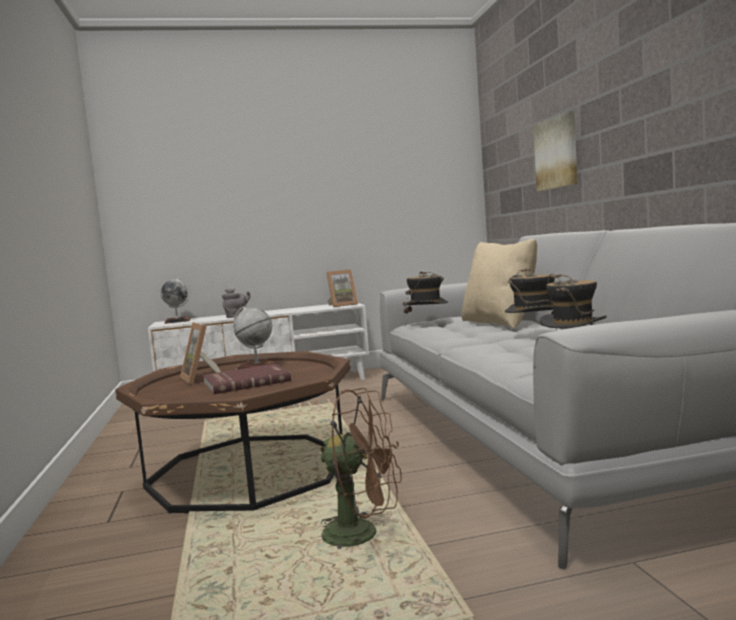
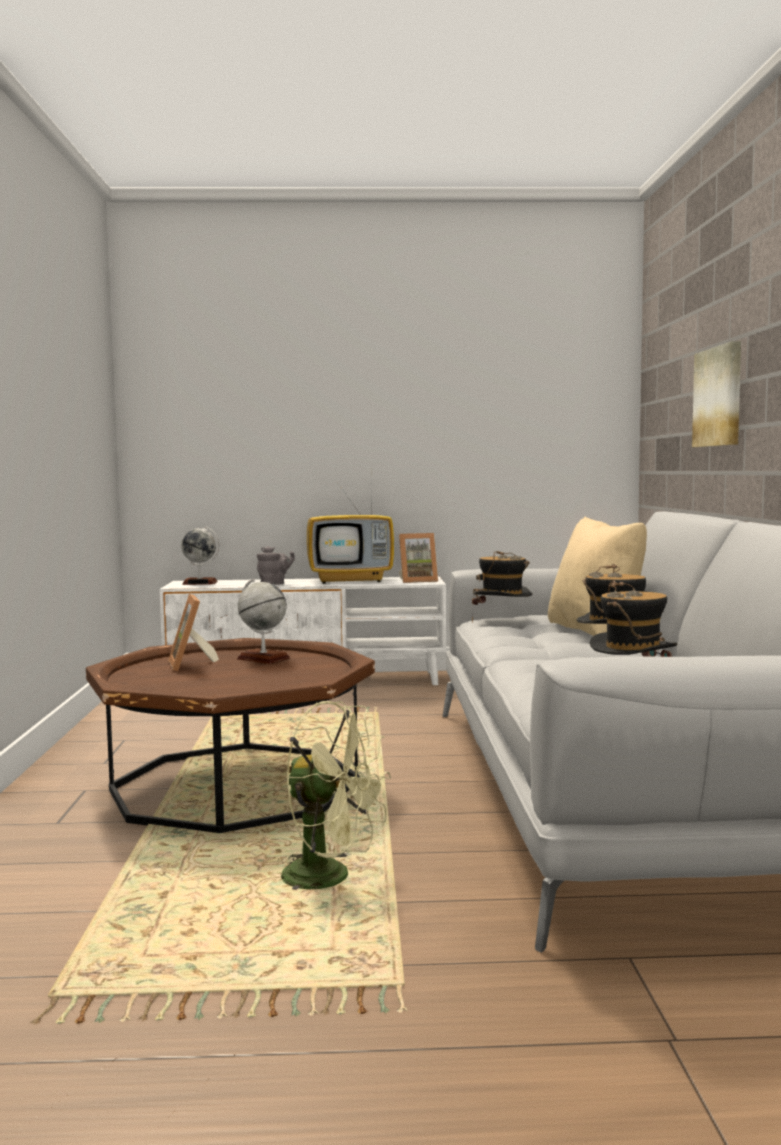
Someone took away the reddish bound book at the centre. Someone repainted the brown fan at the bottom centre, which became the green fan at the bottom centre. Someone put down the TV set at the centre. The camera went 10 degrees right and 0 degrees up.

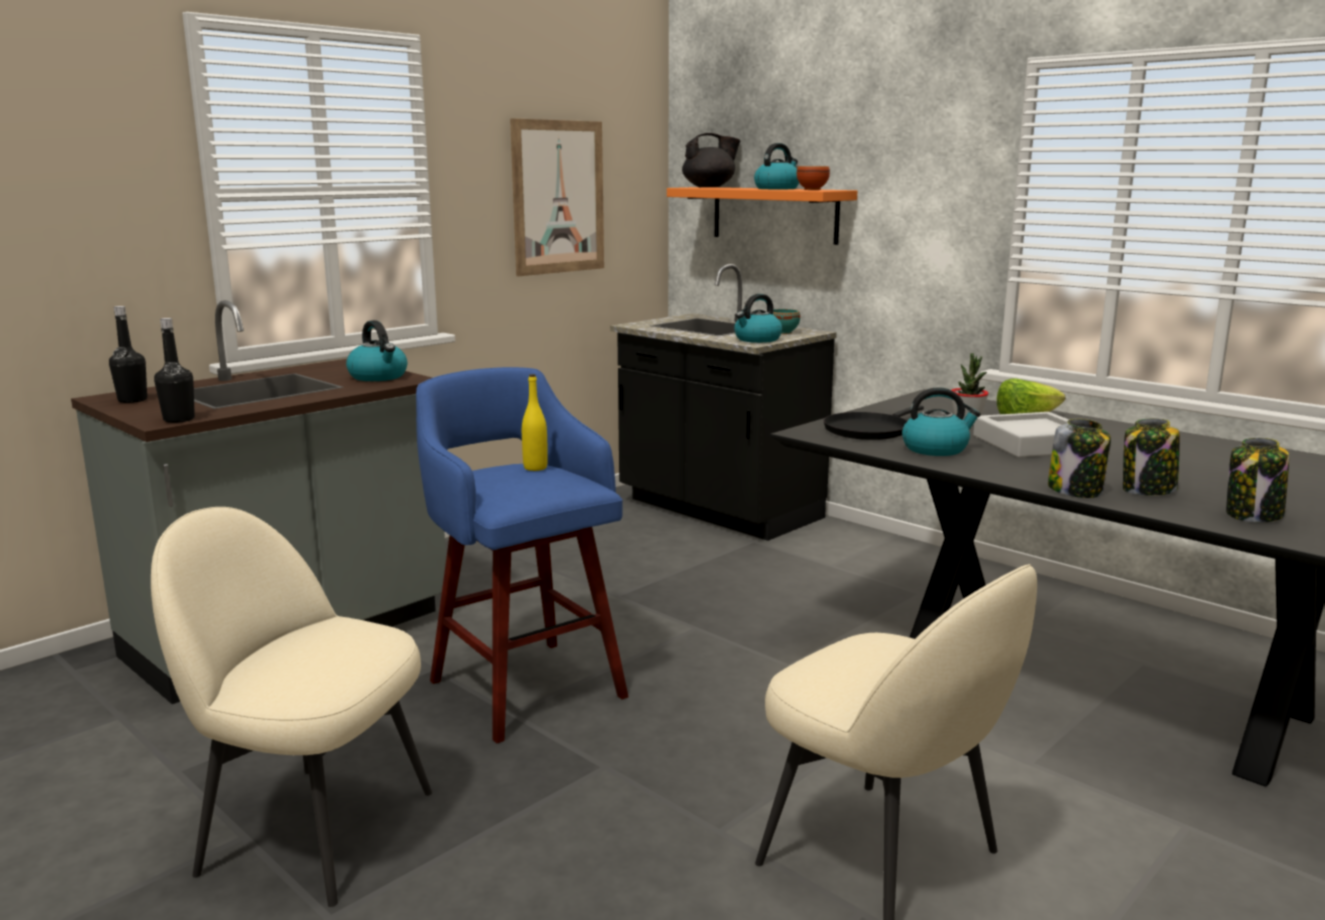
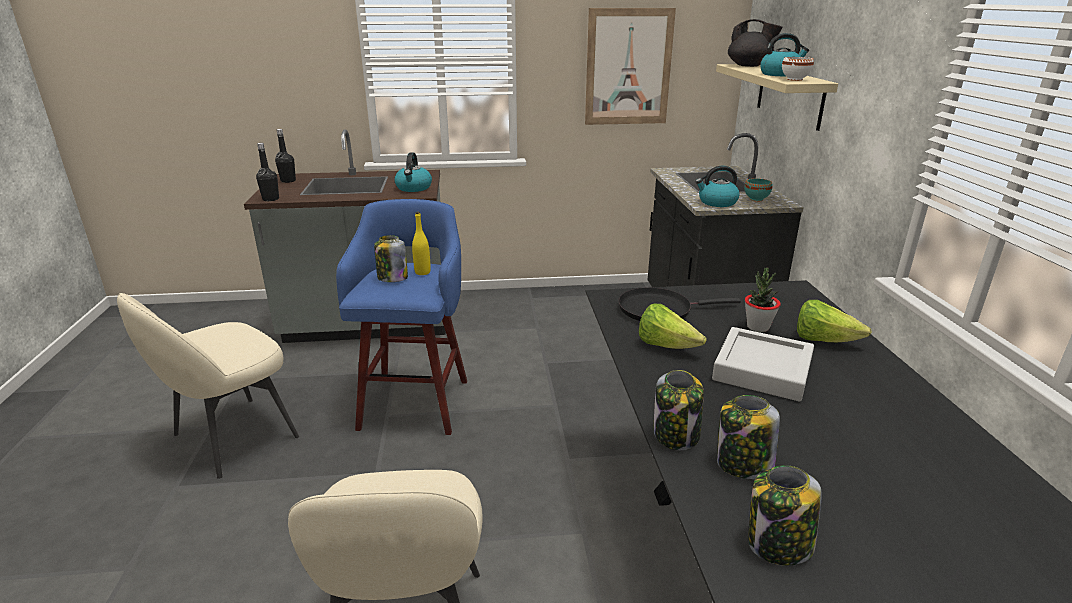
Someone repainted the brown serving bowl at the top centre, which became the white-coloured serving bowl at the top right. Someone repainted the orange-coloured shelf at the top centre, which became the sand-coloured shelf at the top right. Someone swapped the tea kettle (4th from left) at the middle right for the head of lettuce (1st from left) at the centre. Someone rotated the sand-coloured upright chair (1st from left) at the bottom left by 105 degrees counterclockwise. Someone put down the preserve jar (1st from left) at the centre. The camera went 40 degrees right and 10 degrees up.

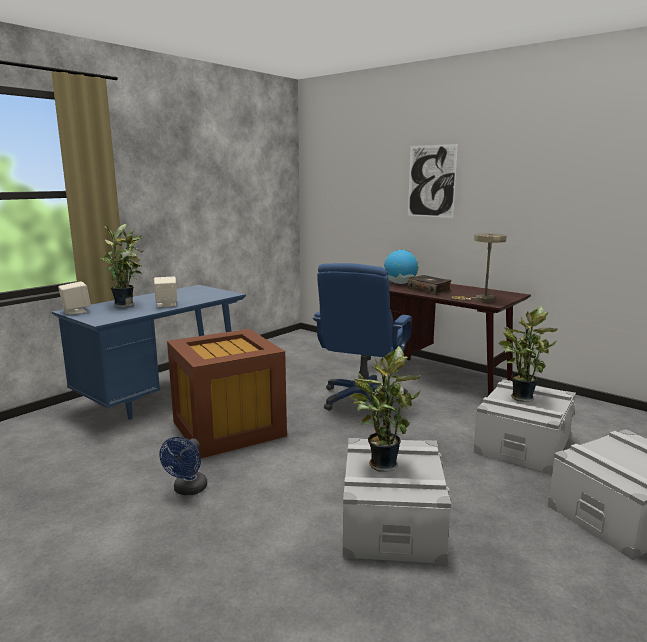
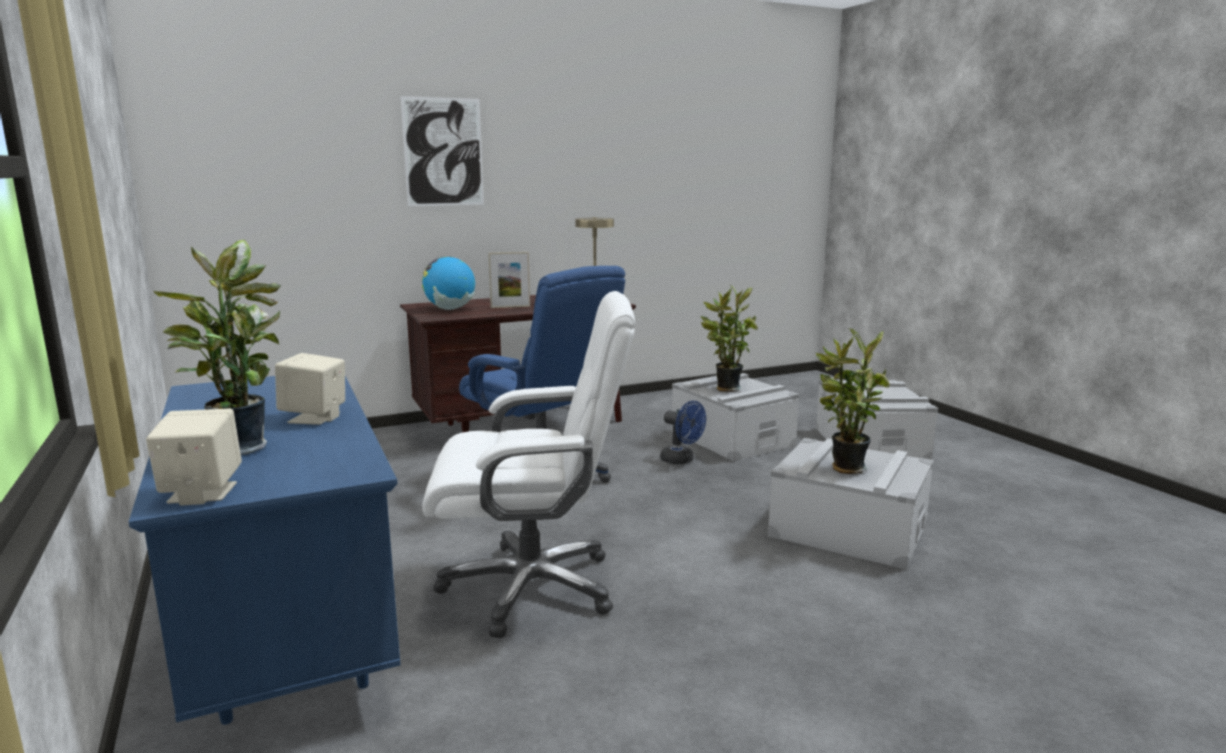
Someone swapped the bound book at the centre for the photo frame at the centre. Someone swapped the brown storage box at the centre for the white-coloured office chair at the centre. Someone carried the bluish fan from the bottom left to the centre. The camera went 65 degrees left and 0 degrees up.

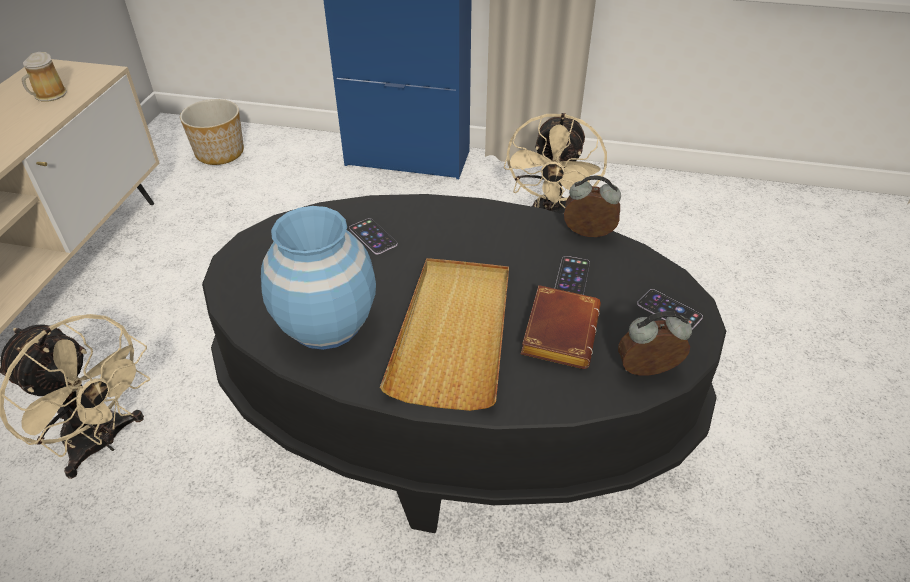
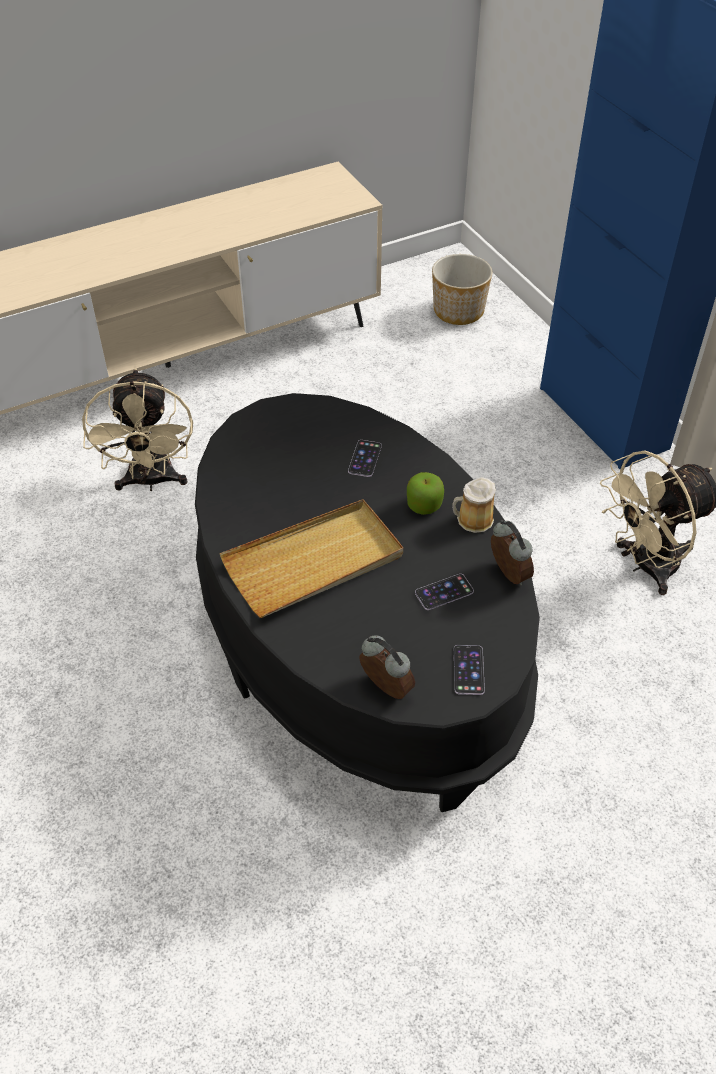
Someone carried the coffee mug from the top left to the centre. Someone took away the bluish vase at the centre. Someone took away the brown bound book at the centre. Someone put down the whole apple at the centre. The camera went 50 degrees right and 5 degrees up.

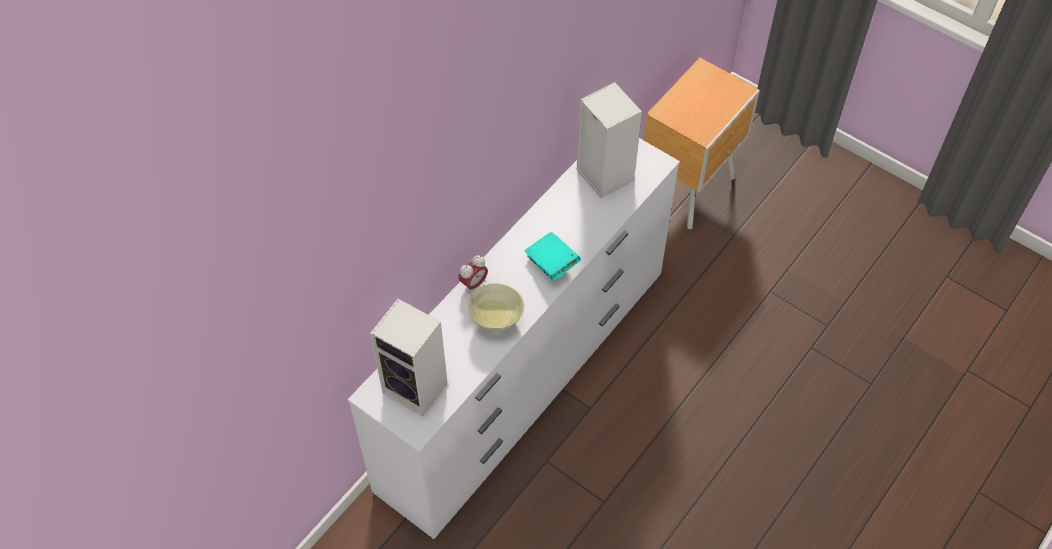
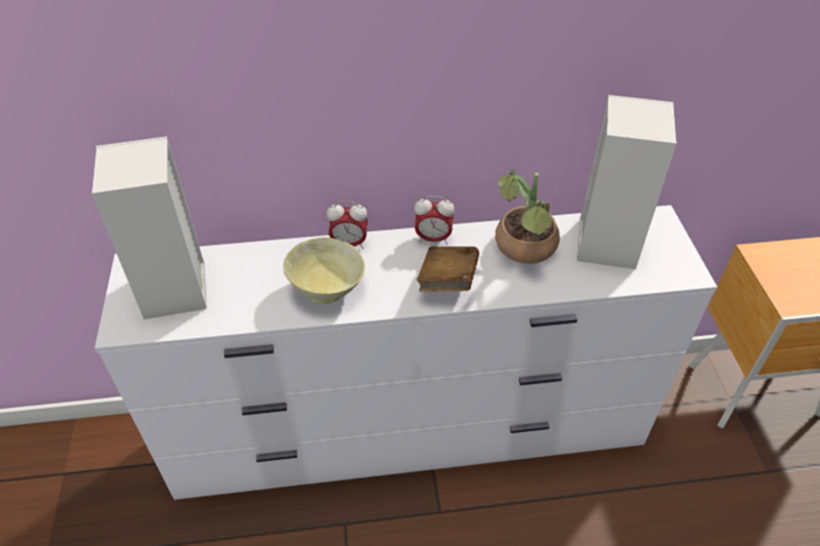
Someone repainted the turquoise bound book at the centre, which became the brown bound book at the centre. Someone put down the potted plant at the centre. Someone put down the table clock (2nd from left) at the centre. The camera went 45 degrees right and 10 degrees down.

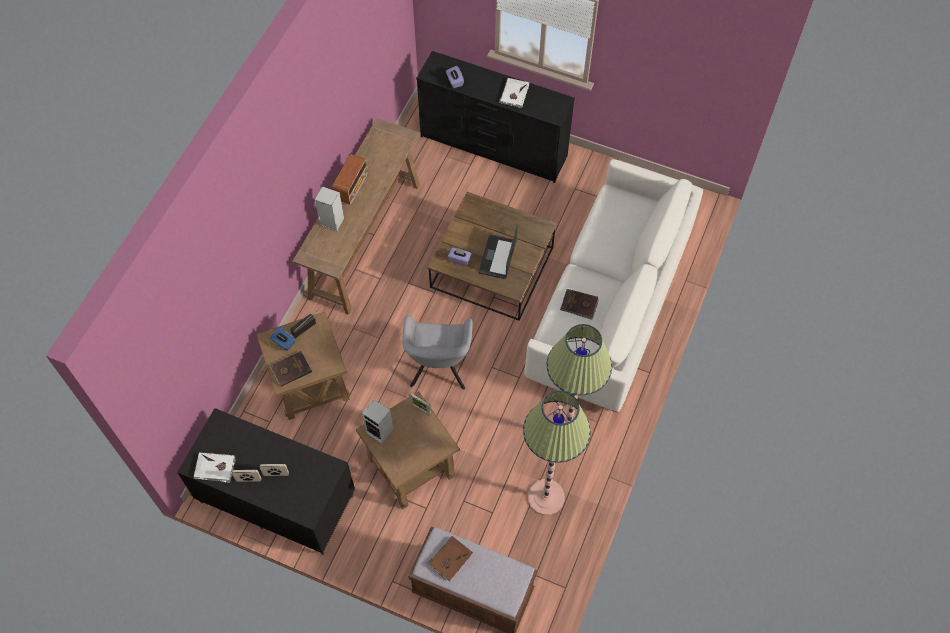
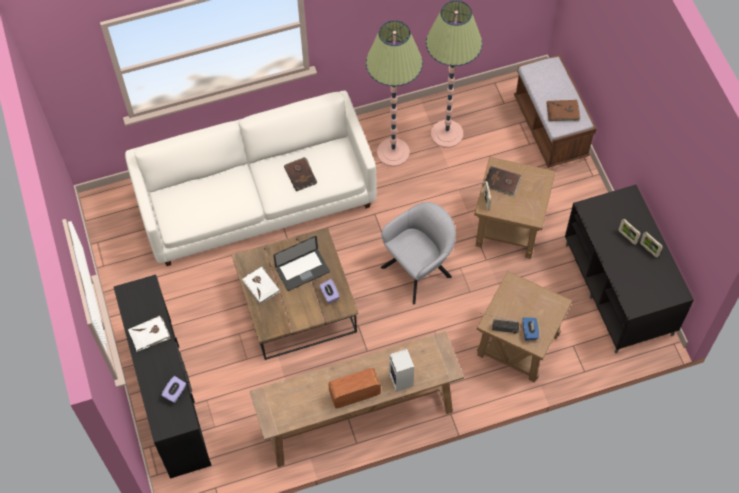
Someone carried the brown bound book (1st from left in the first image) from the middle left to the middle right. Someone took away the loudspeaker (2nd from left) at the centre. Someone carried the white-coloured bound book (1st from left in the first image) from the bottom left to the centre. The camera went 130 degrees left and 0 degrees up.

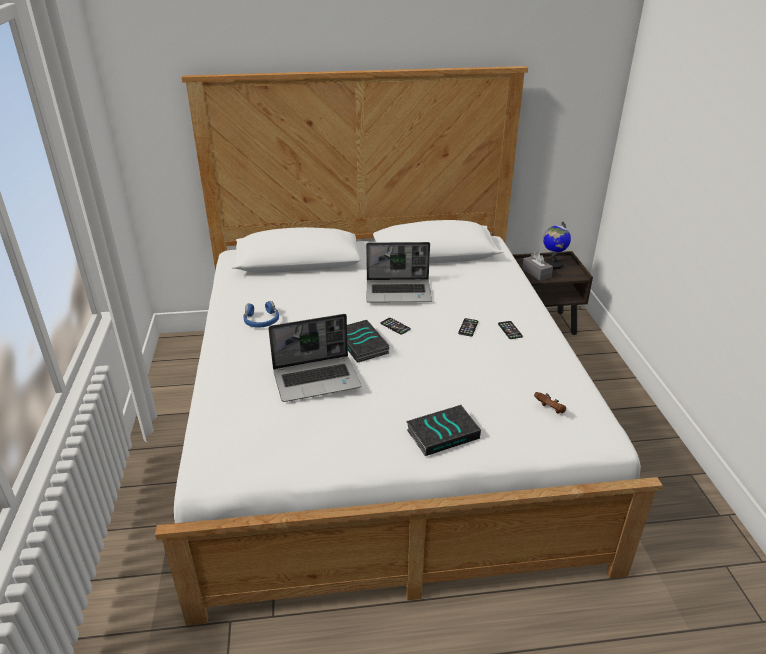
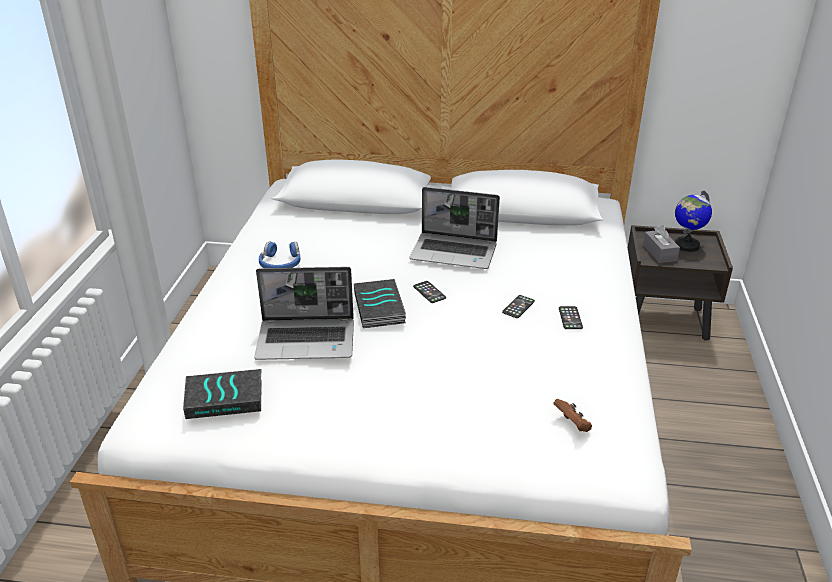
Someone carried the bound book (2nd from left in the first image) from the centre to the bottom left. The camera went 15 degrees right and 0 degrees up.

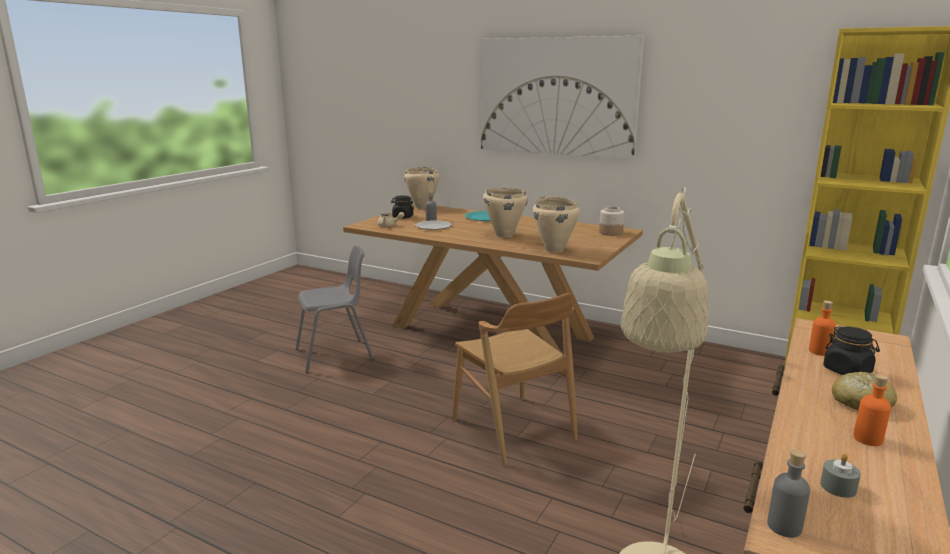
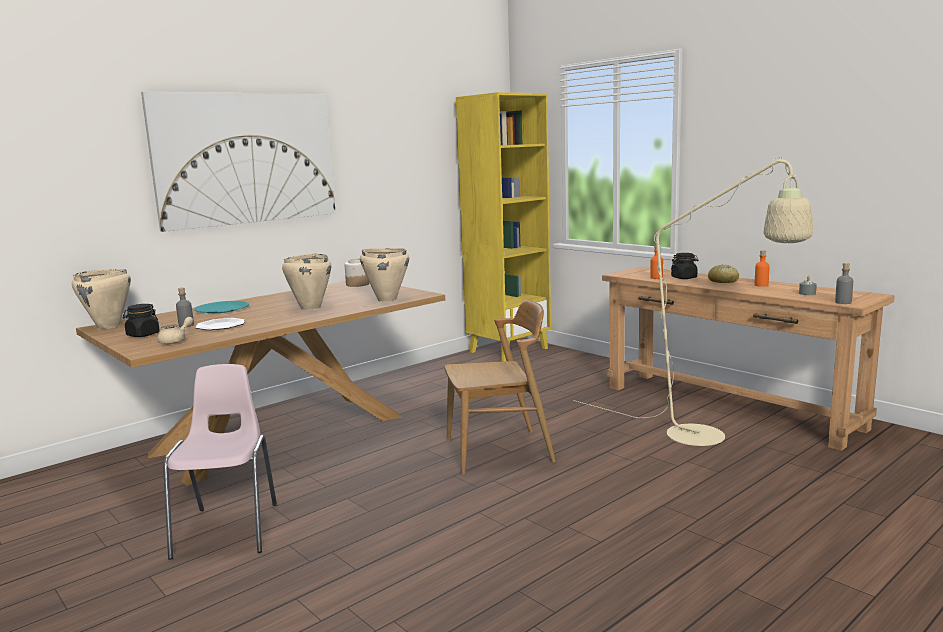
Someone repainted the grey upright chair at the centre, which became the pink-coloured upright chair at the bottom left. The camera went 70 degrees left and 5 degrees down.

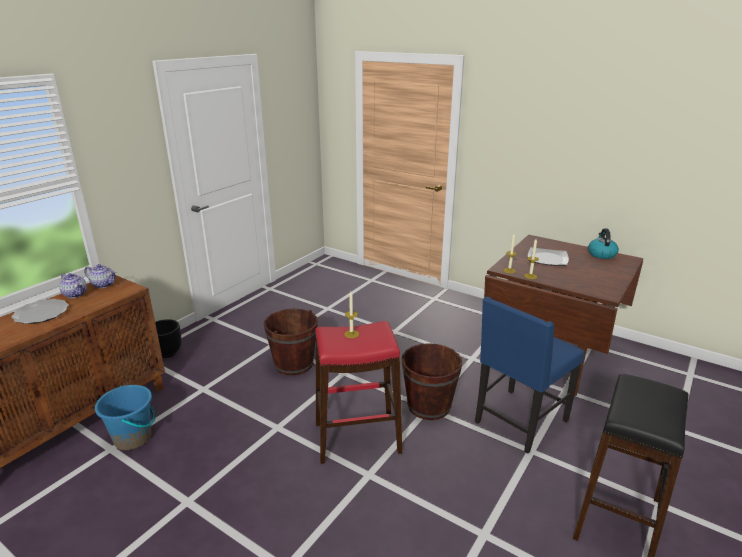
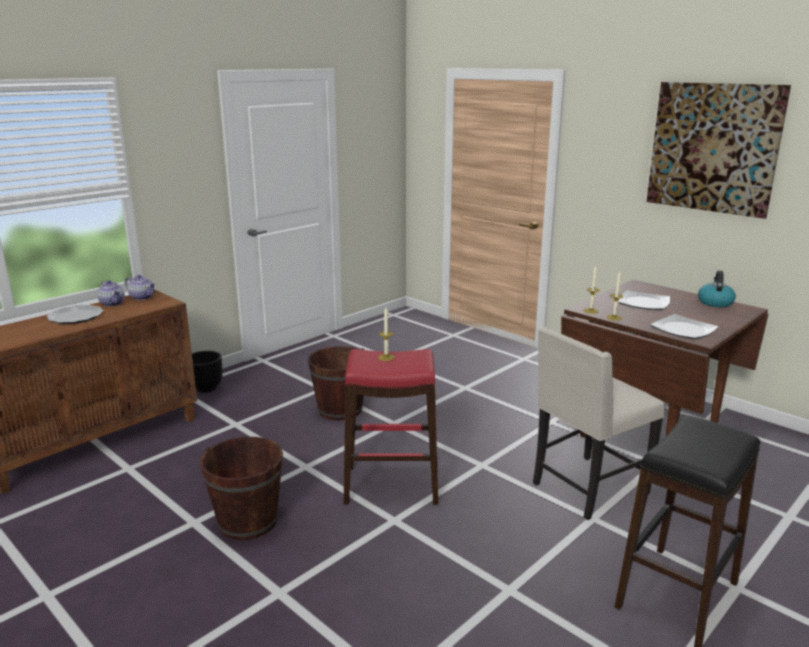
Someone repainted the bluish upright chair at the bottom right, which became the sand-coloured upright chair at the middle right. Someone carried the brown pail (2nd from left in the first image) from the bottom centre to the bottom left. Someone took away the bluish pail at the bottom left. Someone put up the wall art at the top right. Someone put down the plate (3rd from left) at the middle right. The camera went 10 degrees right and 5 degrees down.

